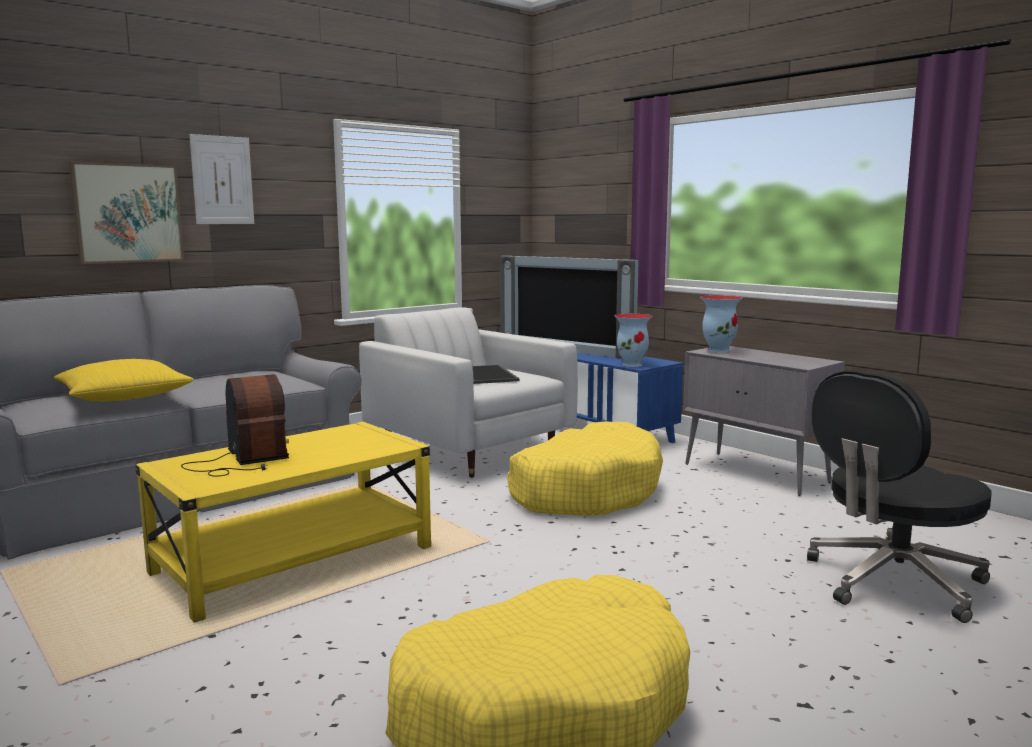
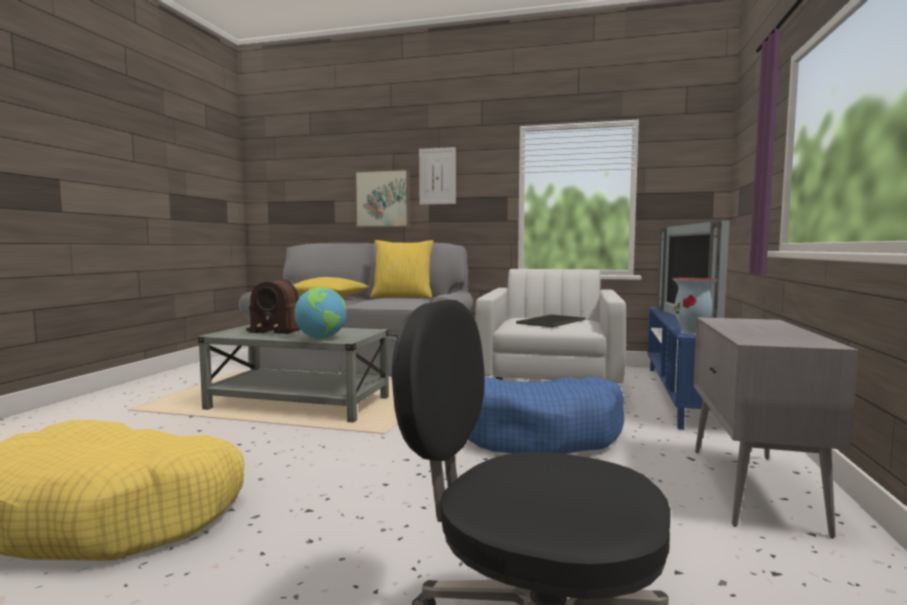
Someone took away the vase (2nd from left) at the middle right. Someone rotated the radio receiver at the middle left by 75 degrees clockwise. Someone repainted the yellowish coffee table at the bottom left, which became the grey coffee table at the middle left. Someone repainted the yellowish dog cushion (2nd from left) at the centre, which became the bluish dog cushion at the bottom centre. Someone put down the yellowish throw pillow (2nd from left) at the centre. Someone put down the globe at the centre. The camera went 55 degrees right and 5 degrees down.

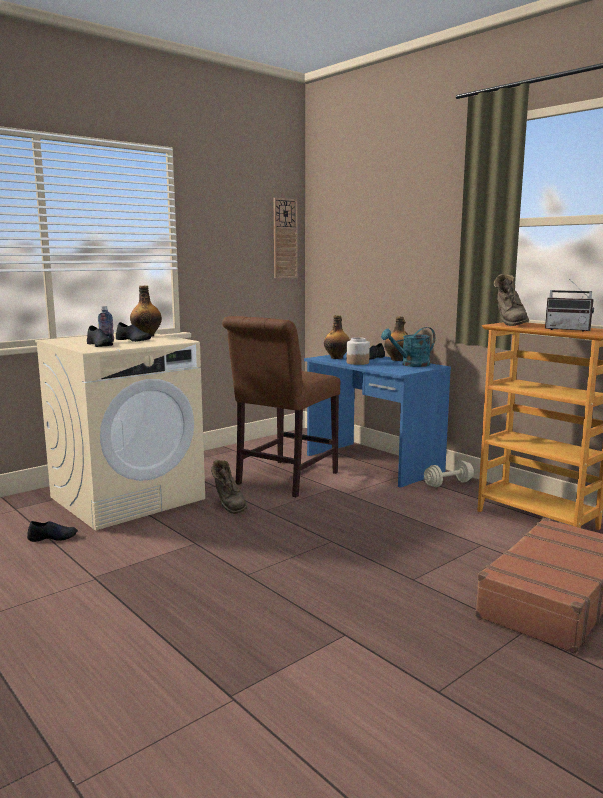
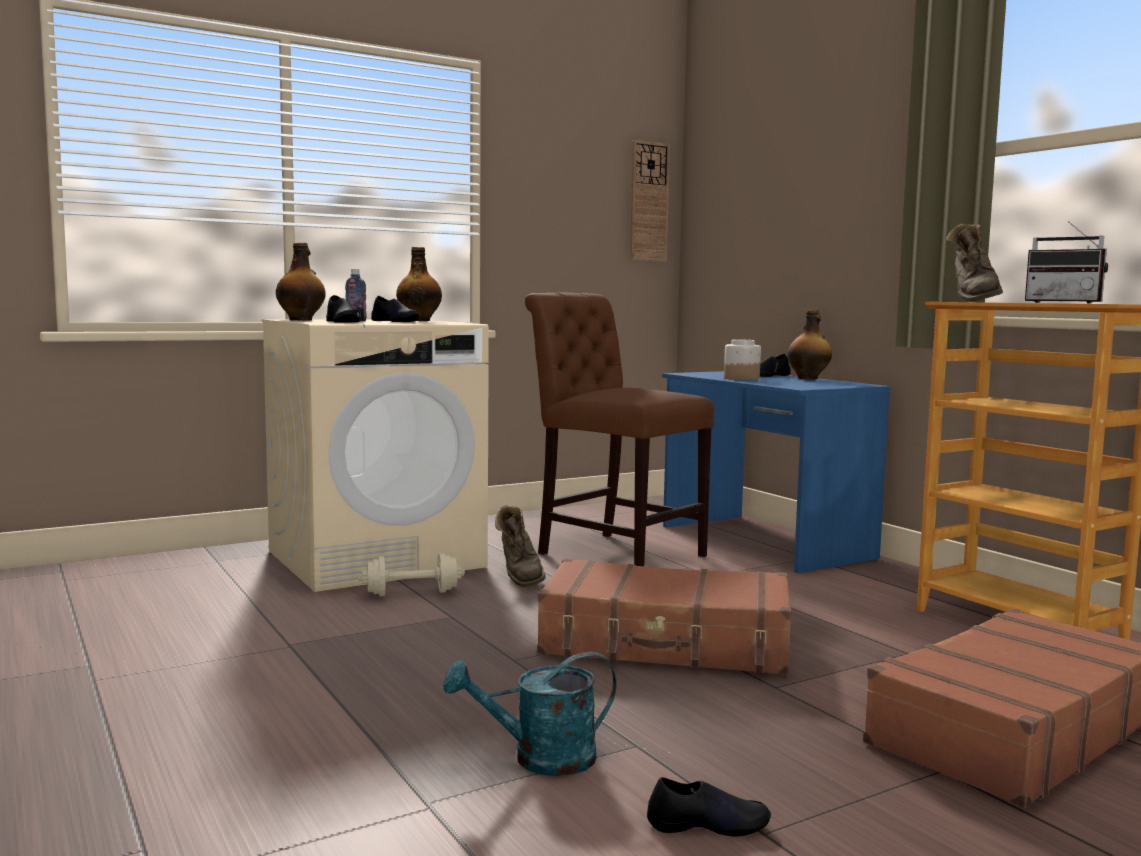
Someone carried the bottle (3rd from left in the first image) from the centre to the top left. Someone rotated the brown upright chair at the centre by 90 degrees clockwise. Someone carried the turquoise watering can from the middle right to the bottom centre. Someone carried the sand-coloured dumbbell from the middle right to the bottom centre. Someone carried the black shoe (1st from left in the first image) from the middle left to the bottom centre. Someone put down the brown piece of luggage (1st from left) at the bottom centre. The camera went 10 degrees right and 5 degrees down.

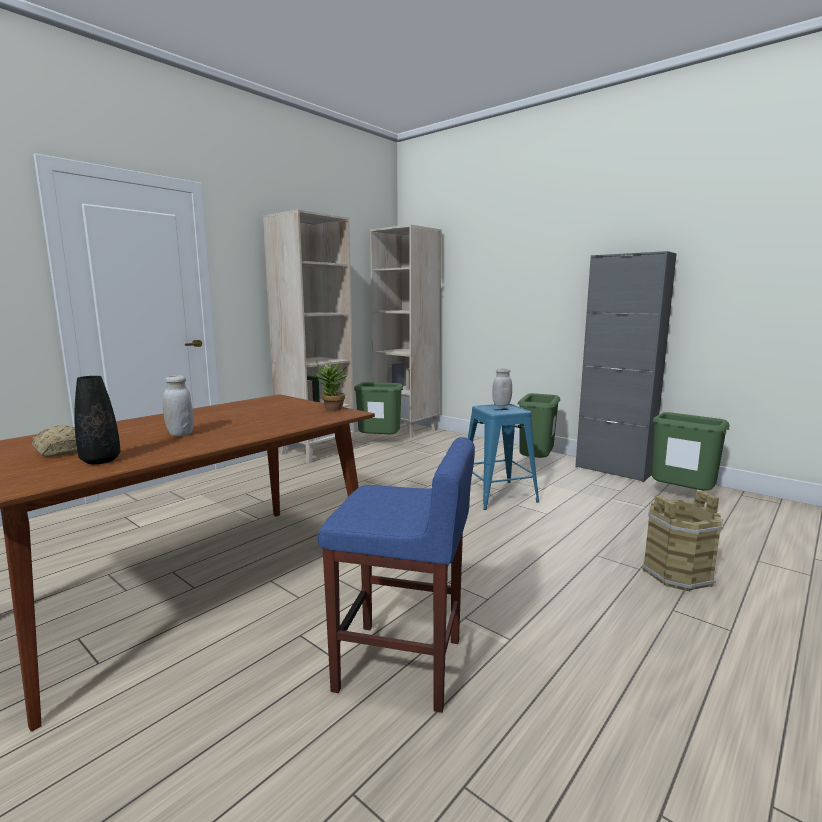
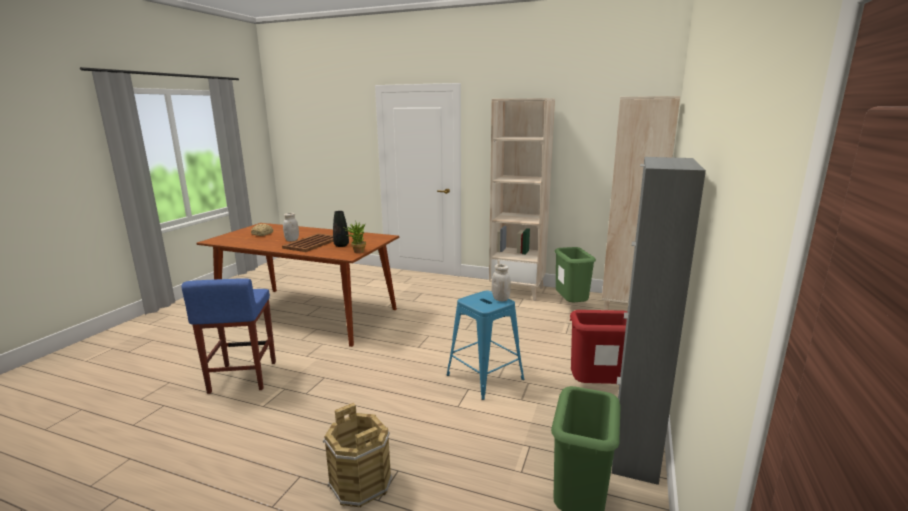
Someone carried the black vase from the middle left to the centre. Someone repainted the green rubbish bin (2nd from left) at the centre, which became the reddish rubbish bin at the bottom centre. Someone put down the brown serving tray at the centre. The camera went 70 degrees right and 5 degrees up.

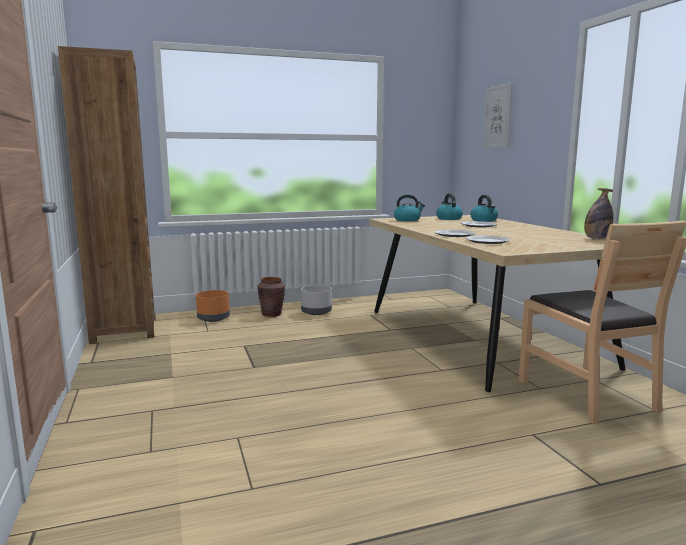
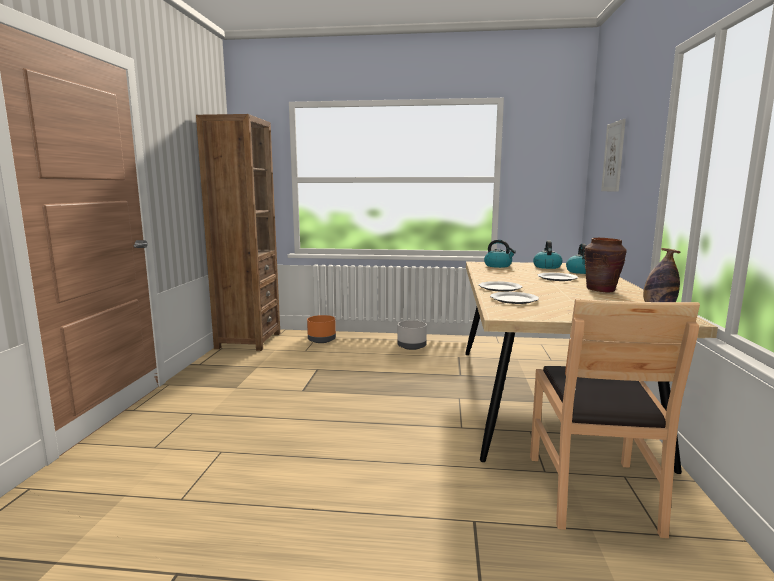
Someone carried the brown vase from the centre to the middle right. The camera went 25 degrees right and 0 degrees up.

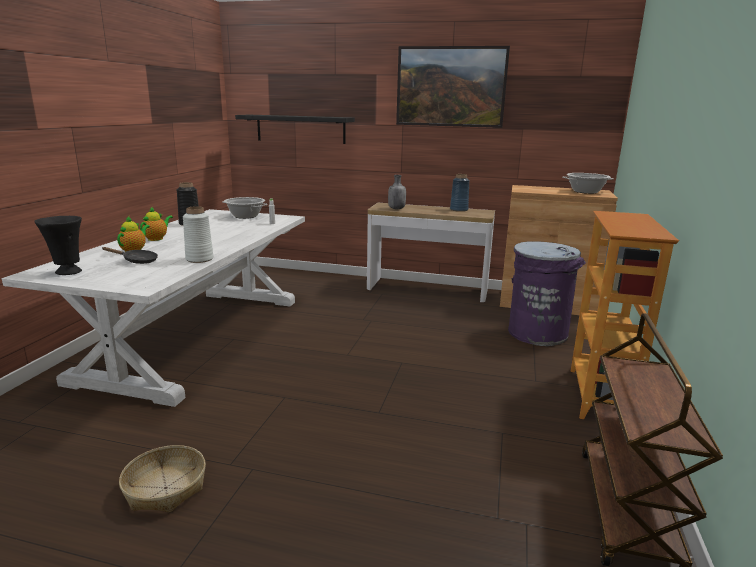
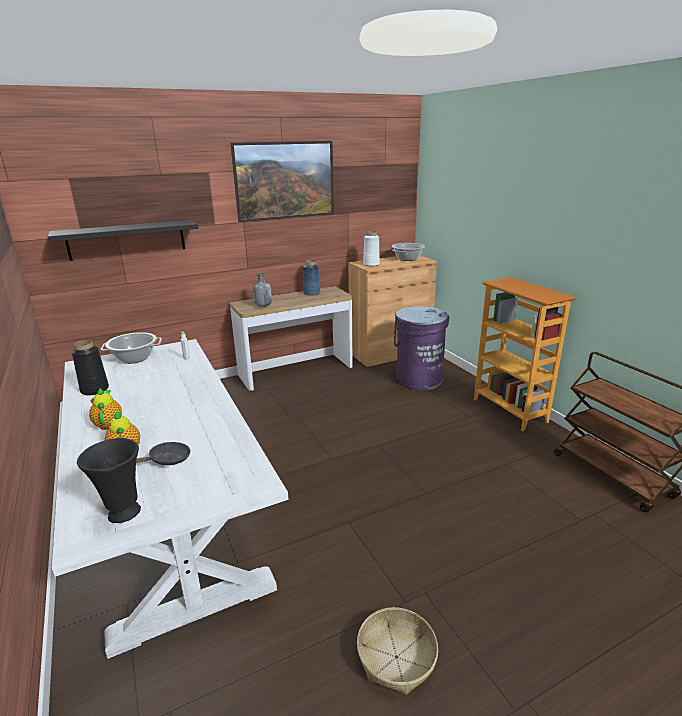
Someone carried the white-coloured vase from the middle left to the centre. The camera went 40 degrees left and 5 degrees up.

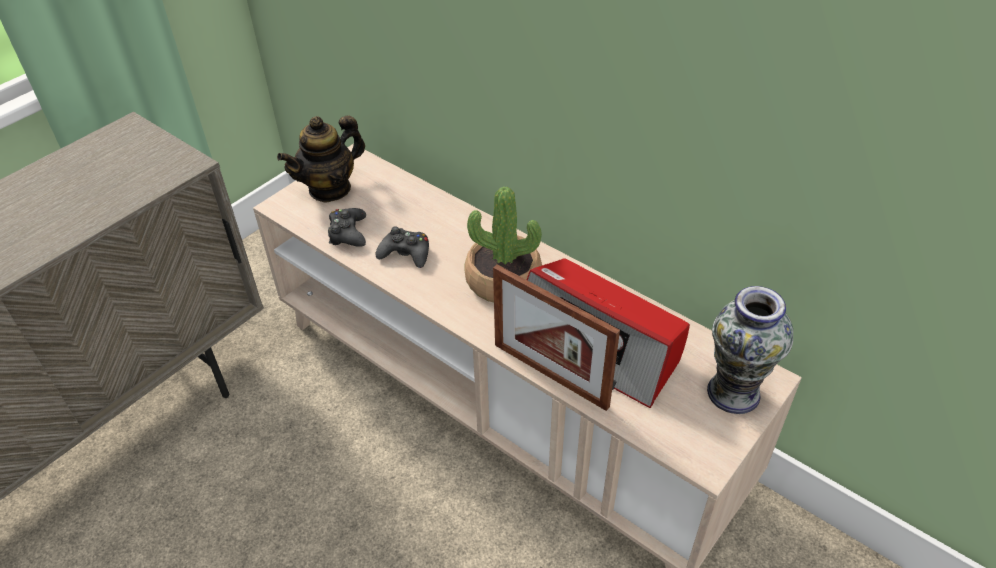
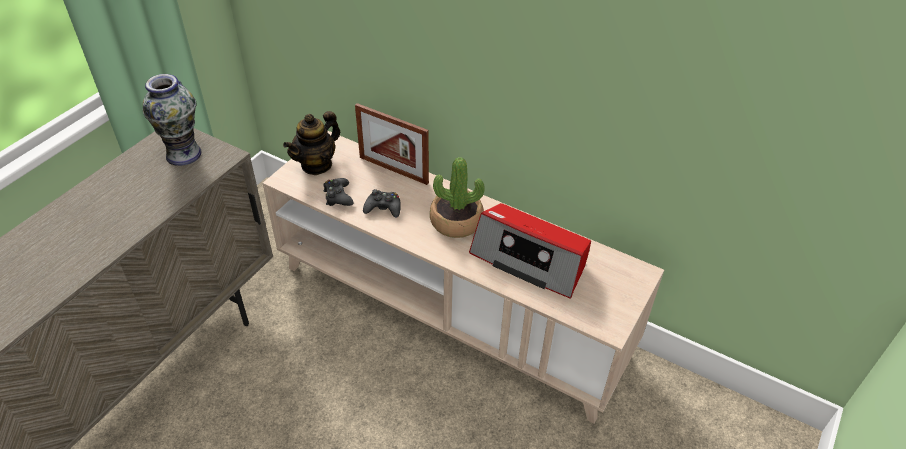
Someone carried the photo frame from the centre to the top centre. Someone carried the vase from the middle right to the top left. The camera went 10 degrees left and 0 degrees up.

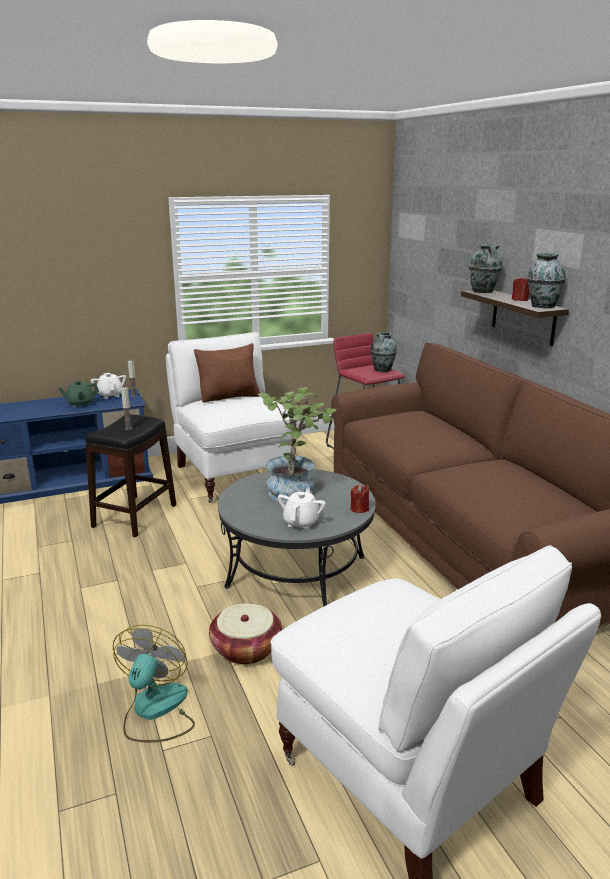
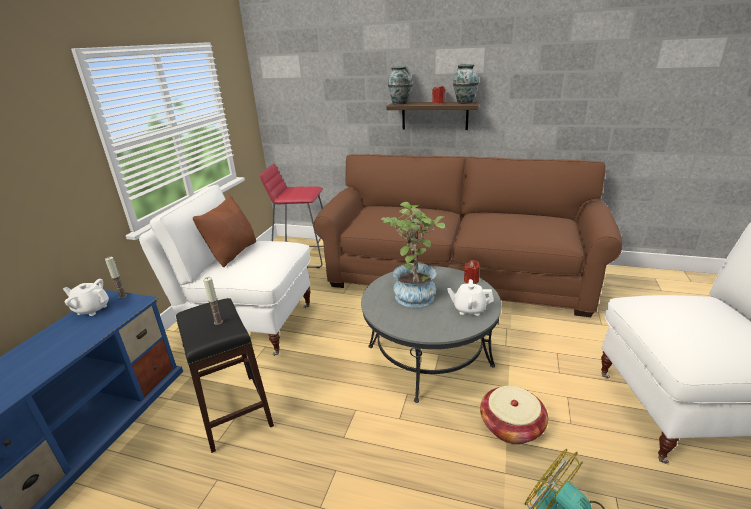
Someone took away the vase (1st from left) at the centre. Someone took away the green pot for tea at the middle left. Someone rotated the white-coloured pot for tea (2nd from left) at the centre by 45 degrees counterclockwise. The camera went 50 degrees left and 5 degrees up.

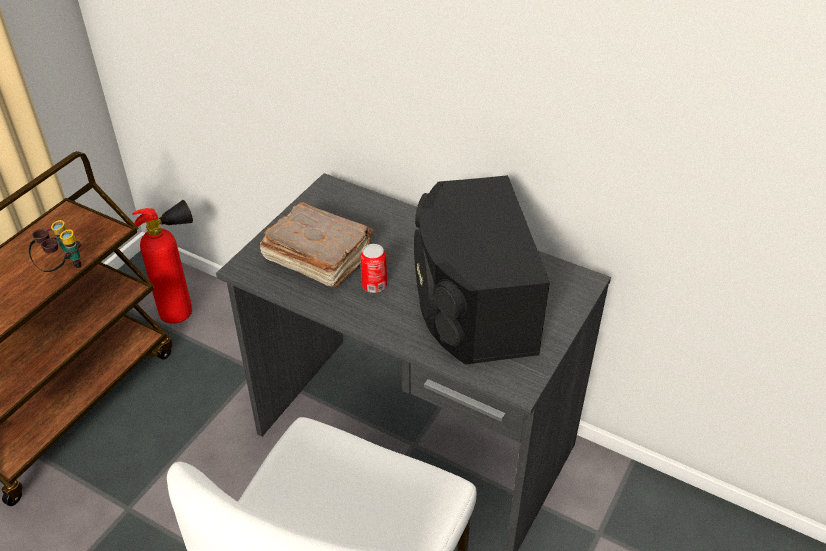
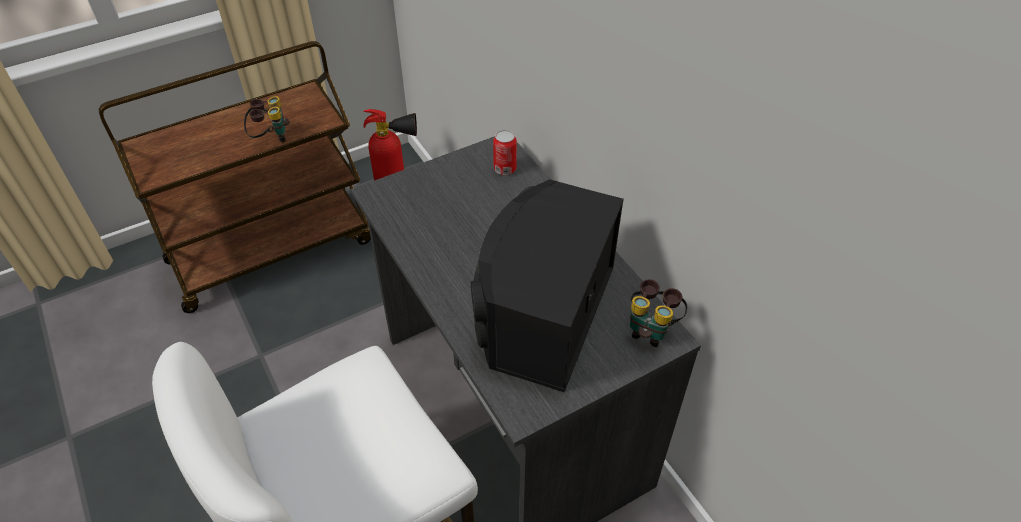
Someone took away the brown bound book at the centre. Someone carried the can from the centre to the top centre. Someone put down the binoculars (2nd from left) at the centre. The camera went 30 degrees right and 5 degrees up.

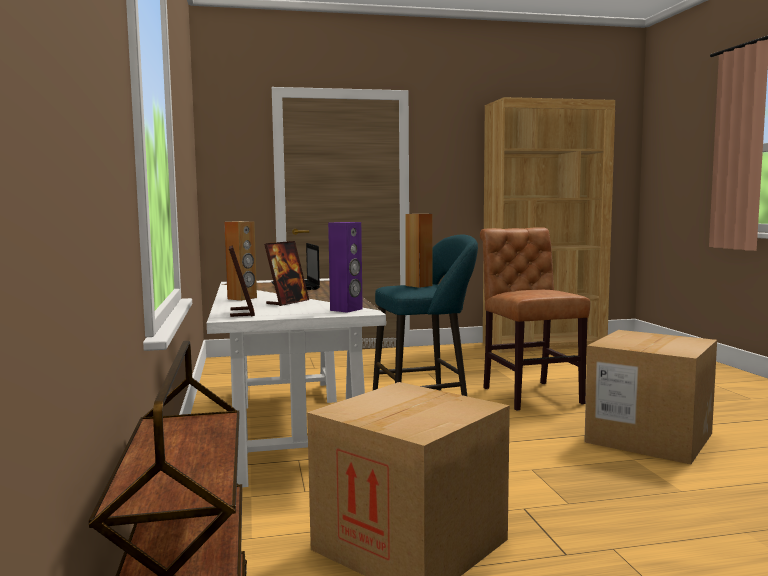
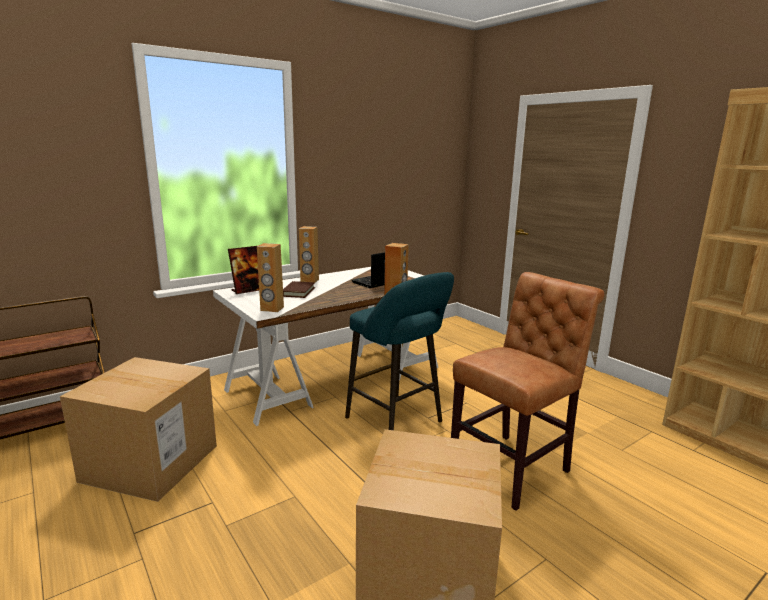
Someone repainted the purplish loudspeaker at the centre, which became the brown loudspeaker (1st from left) at the centre. Someone swapped the photo frame (2nd from left) at the centre for the brown bound book at the centre. The camera went 65 degrees right and 10 degrees up.

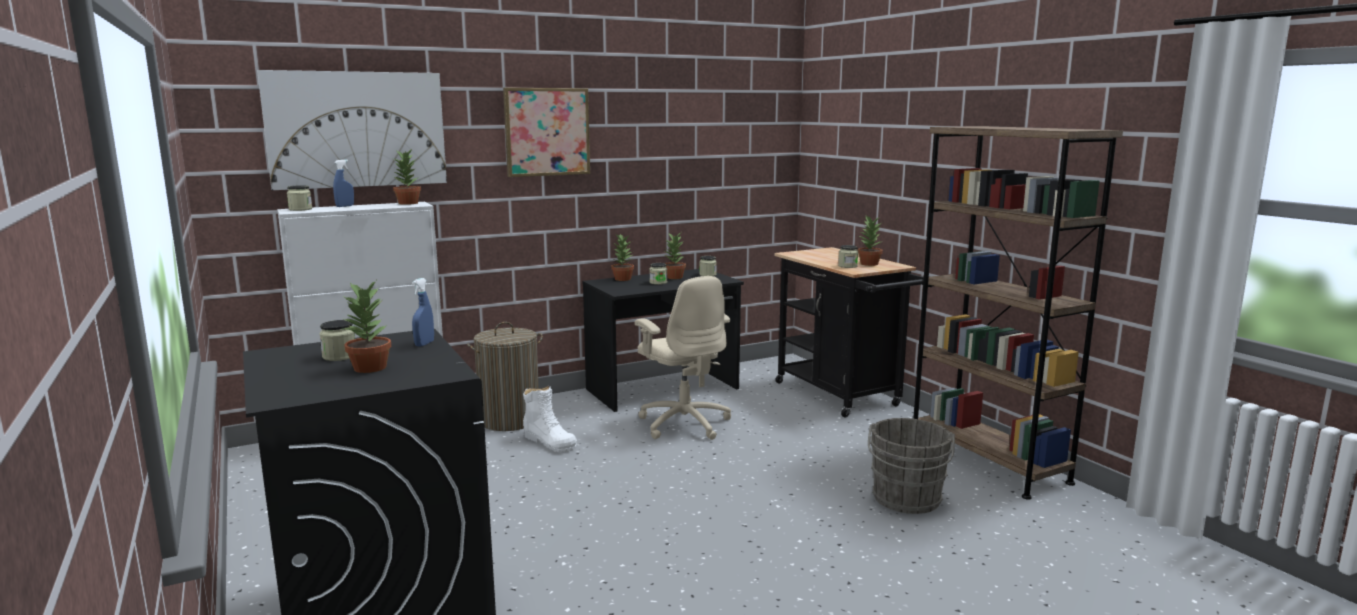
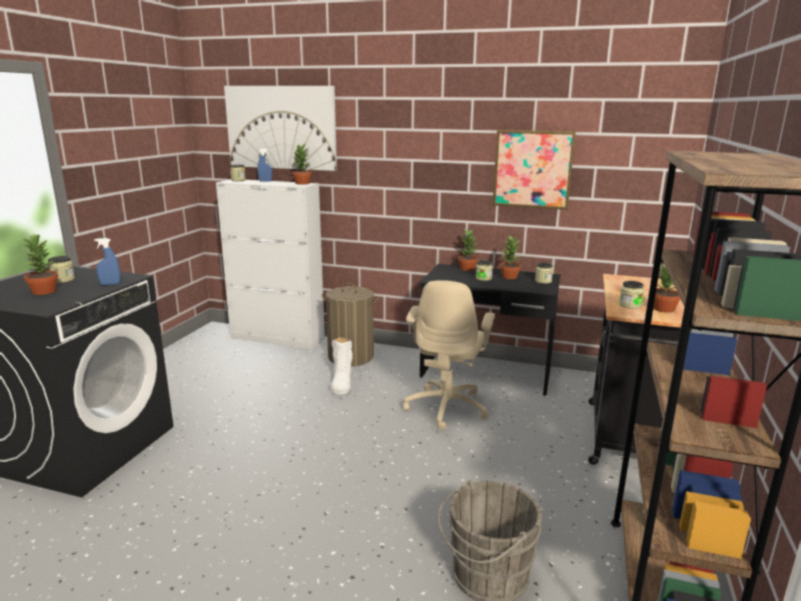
Someone carried the wall art (2nd from left) from the top centre to the top right. The camera went 45 degrees right and 5 degrees up.

